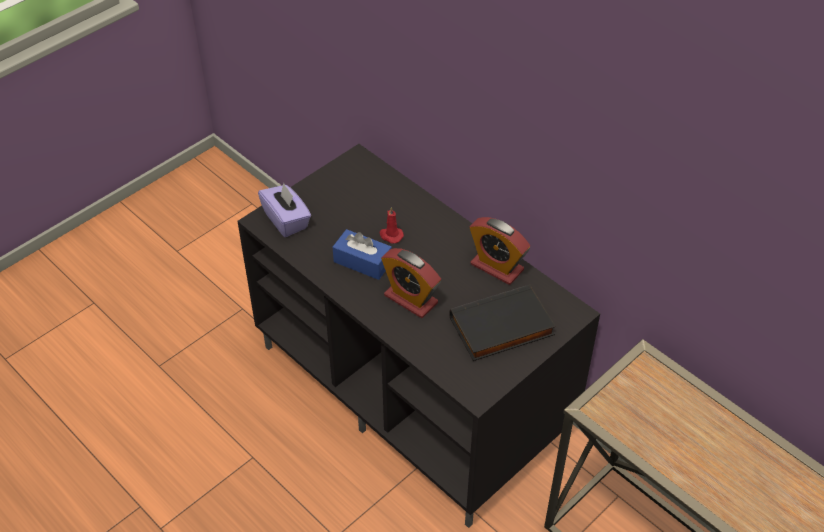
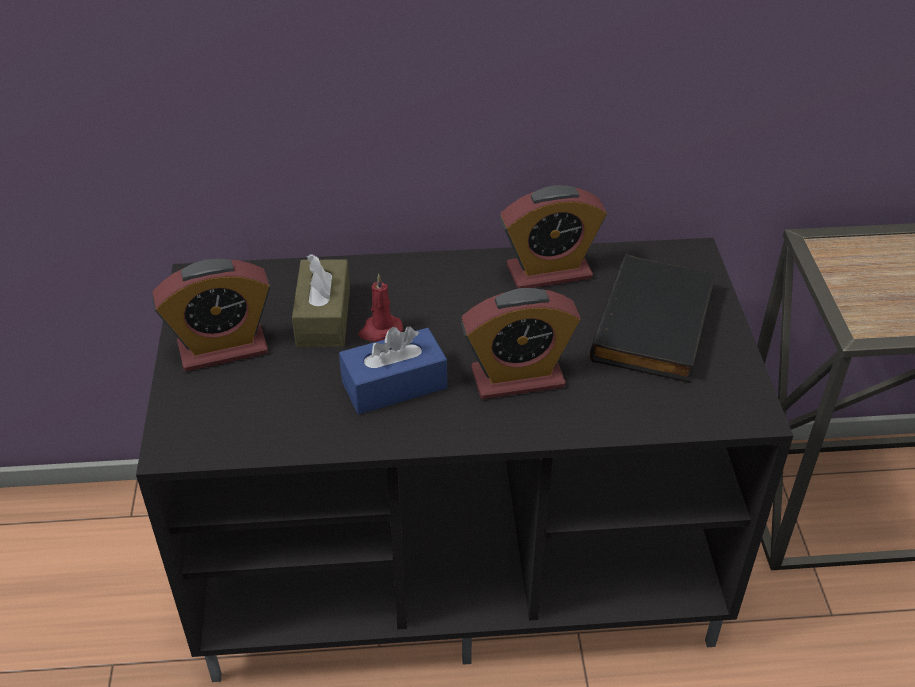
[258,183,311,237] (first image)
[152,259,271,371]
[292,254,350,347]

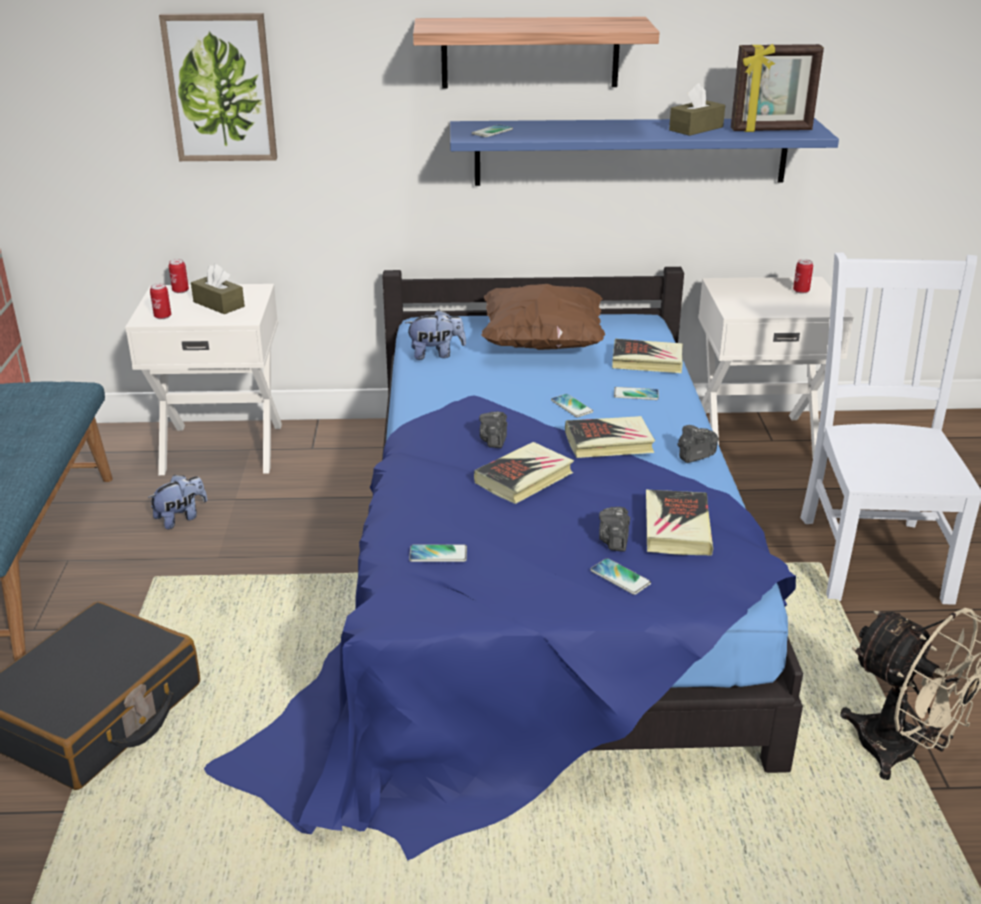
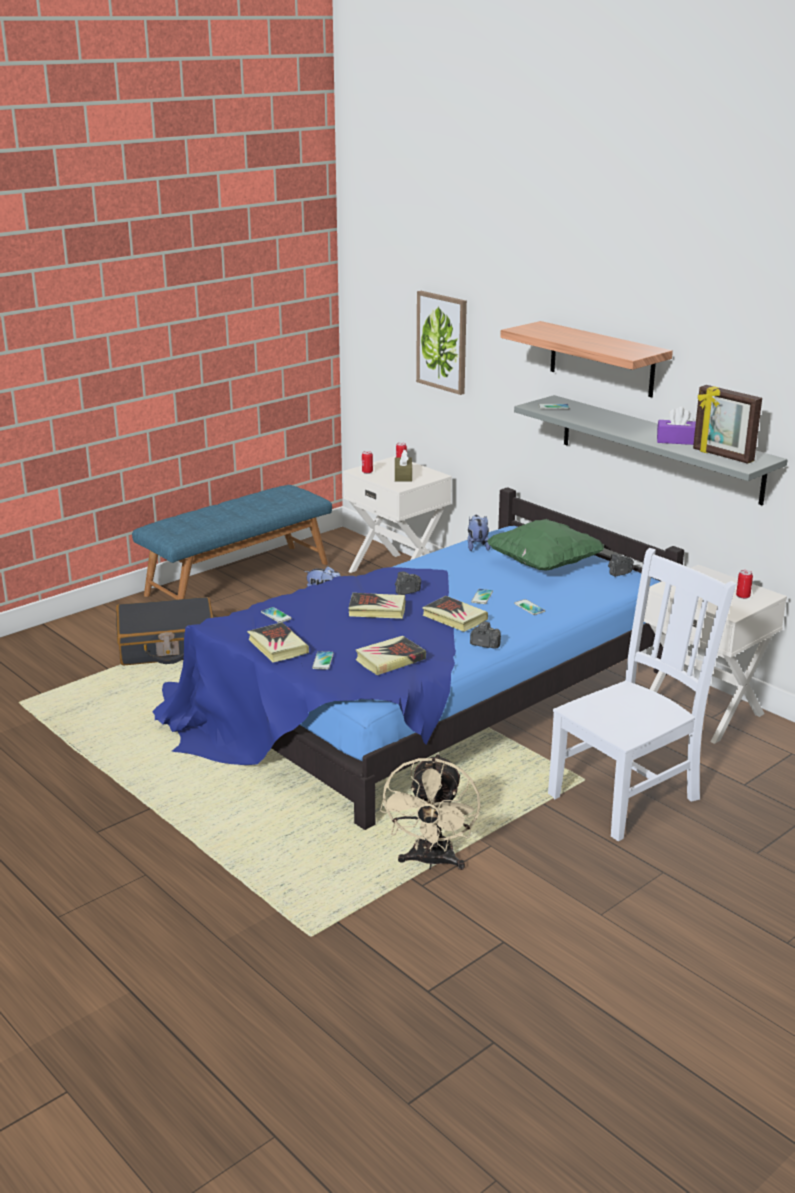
[608,554,634,577]
[247,622,309,662]
[514,395,788,505]
[487,519,605,570]
[657,407,696,445]
[467,515,490,551]

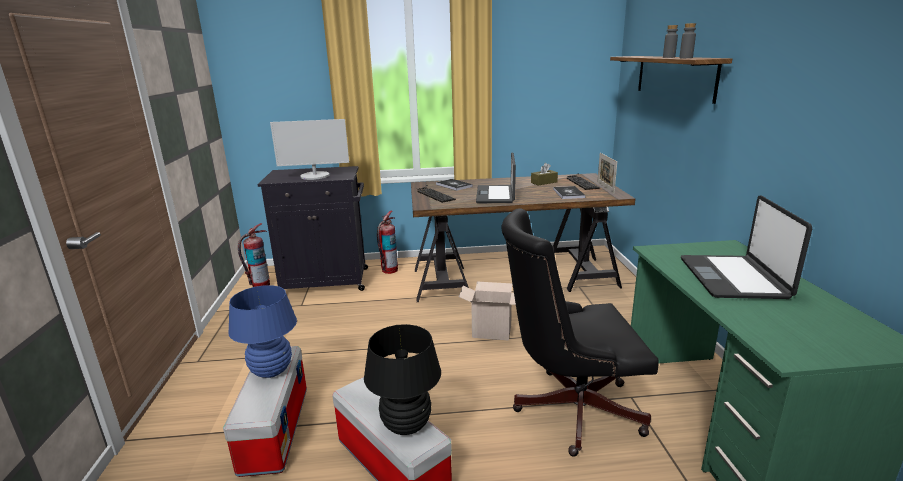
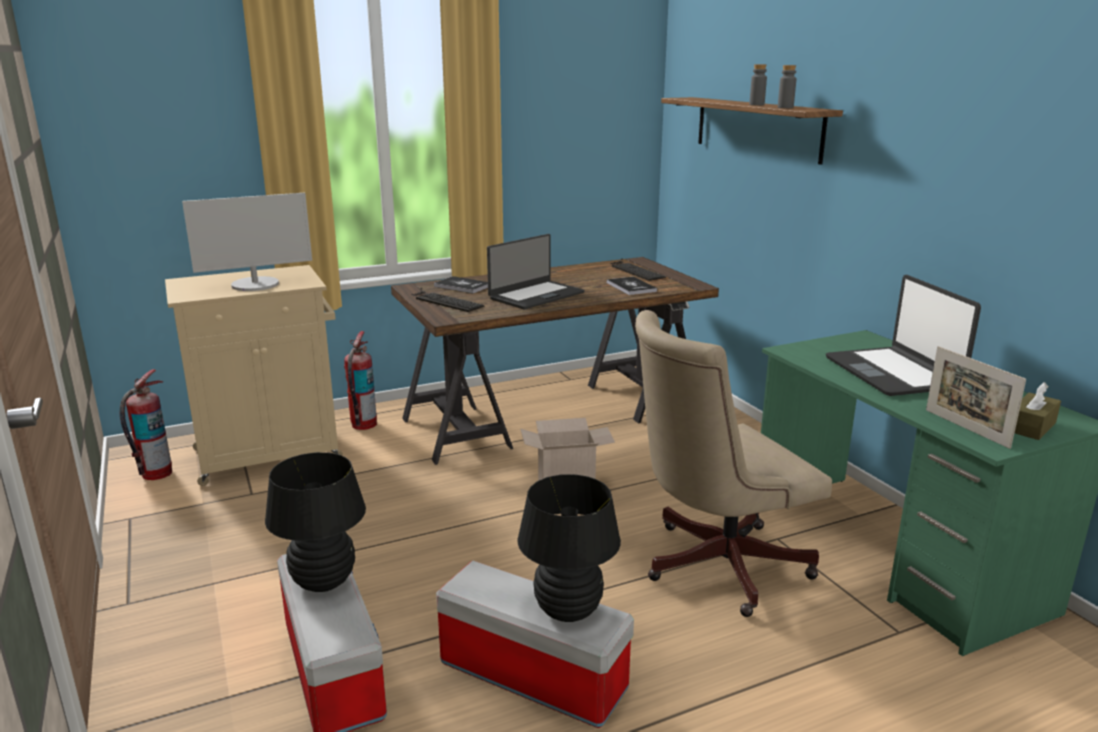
[1015,382,1061,440]
[926,346,1026,449]
[265,452,366,592]
[165,265,343,486]
[635,310,832,617]
[487,234,585,310]

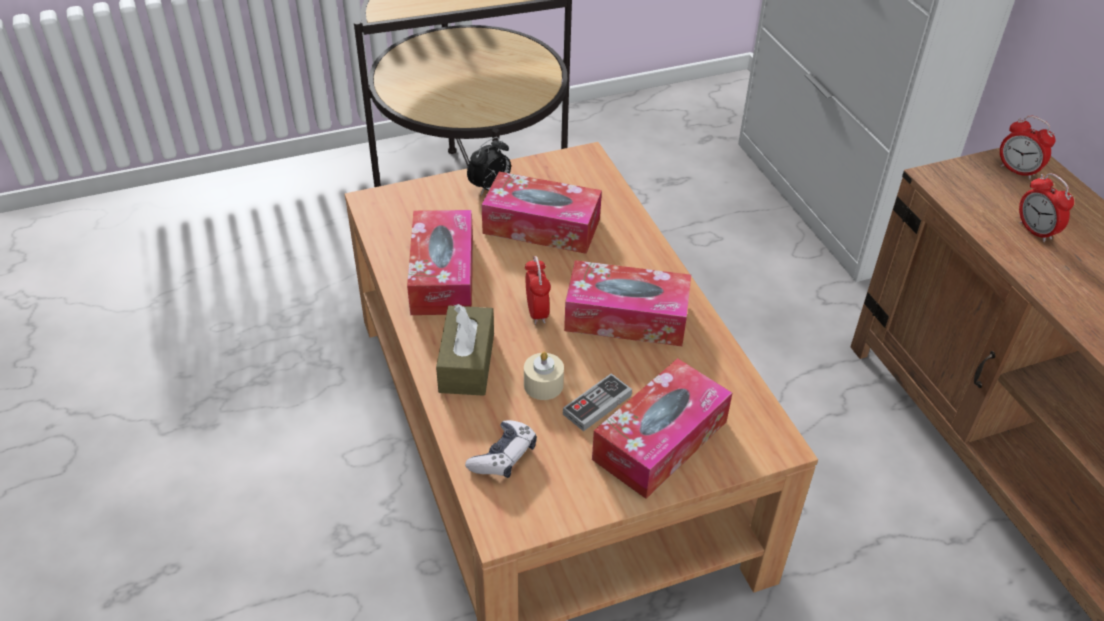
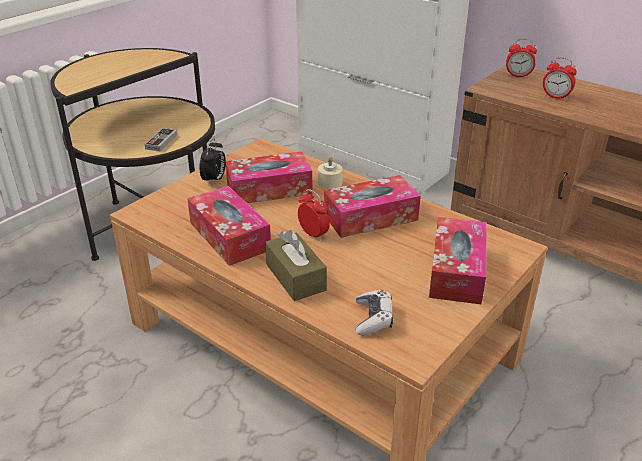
[318,156,343,189]
[144,128,177,151]

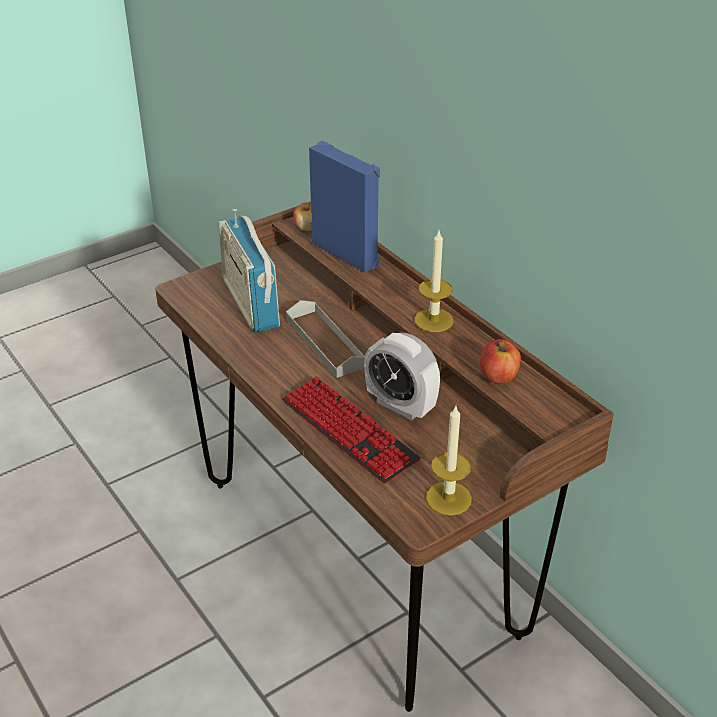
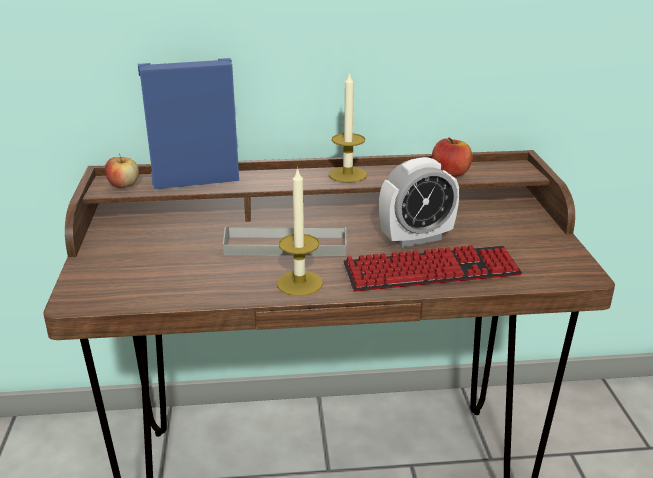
[218,209,280,333] (first image)
[277,167,323,296]

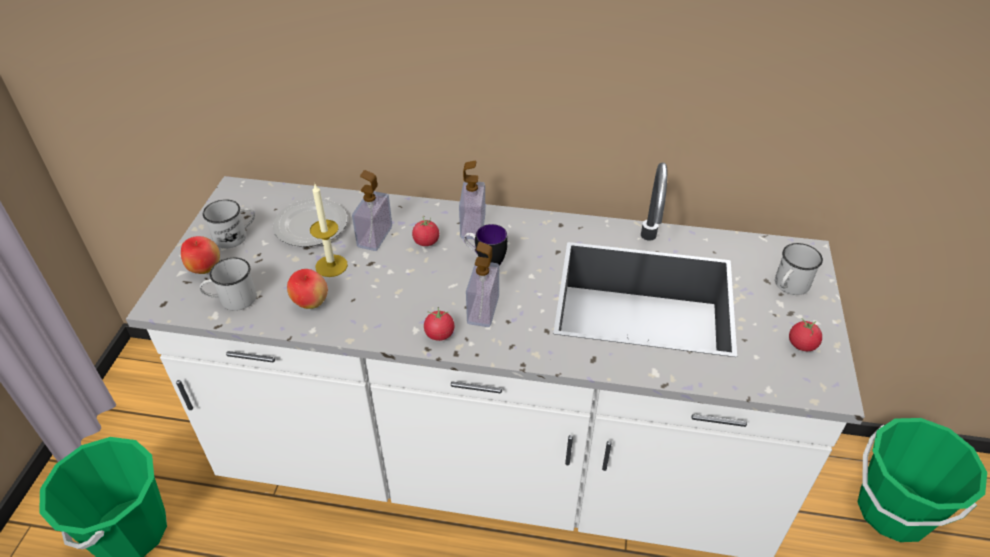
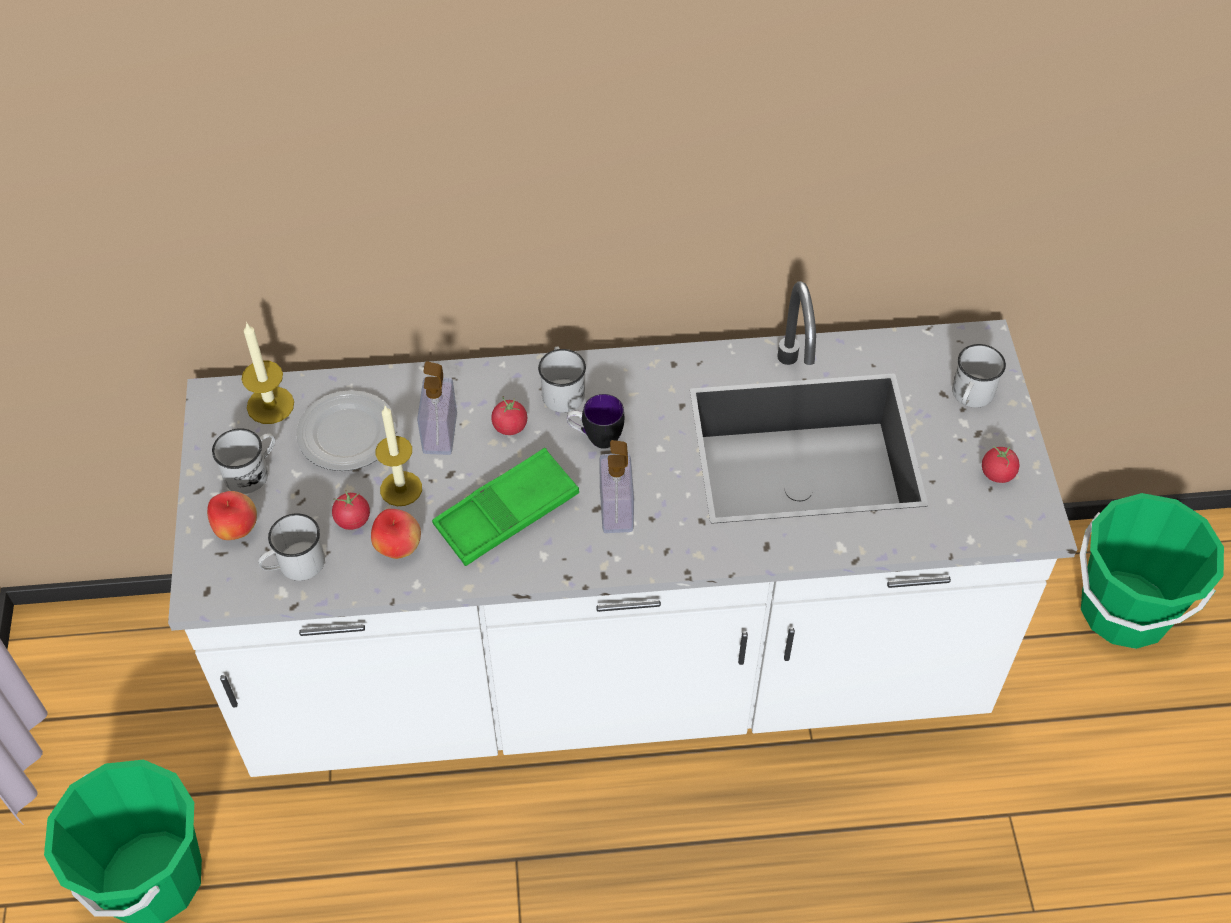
[241,322,294,424]
[432,448,579,566]
[332,490,370,530]
[538,347,586,413]

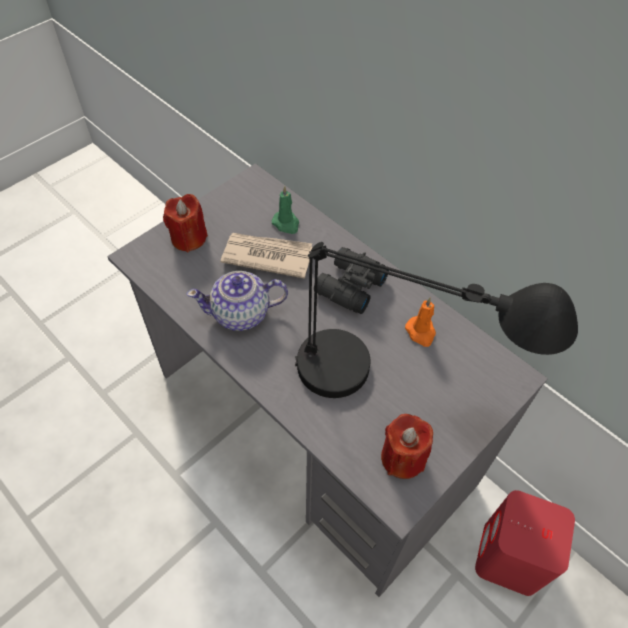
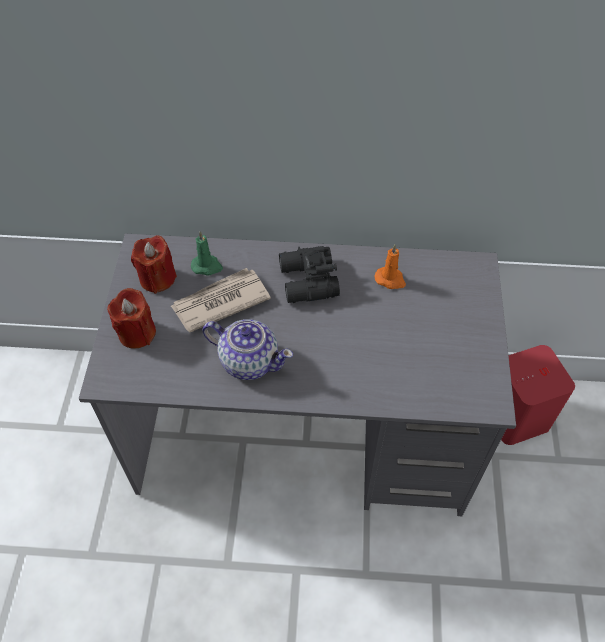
[295,242,578,398] (first image)
[131,236,177,294]
[203,319,293,380]

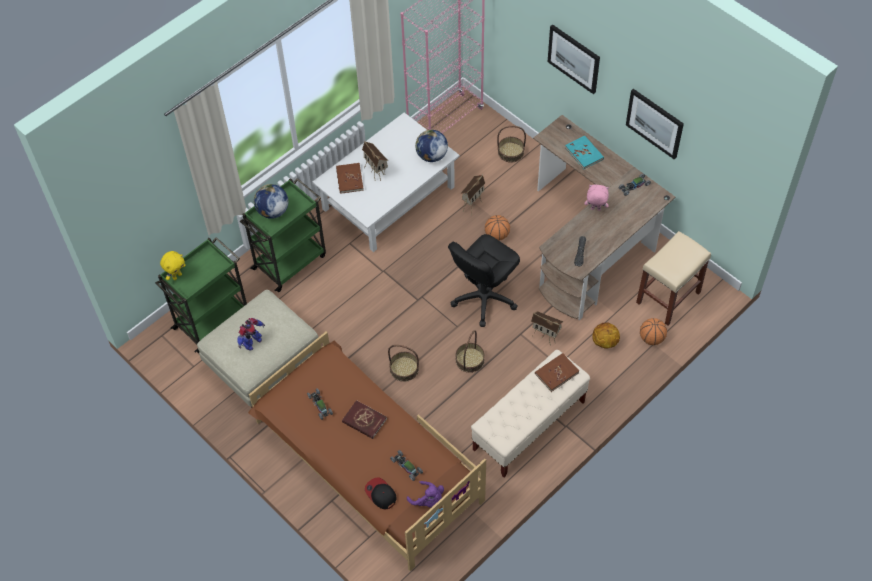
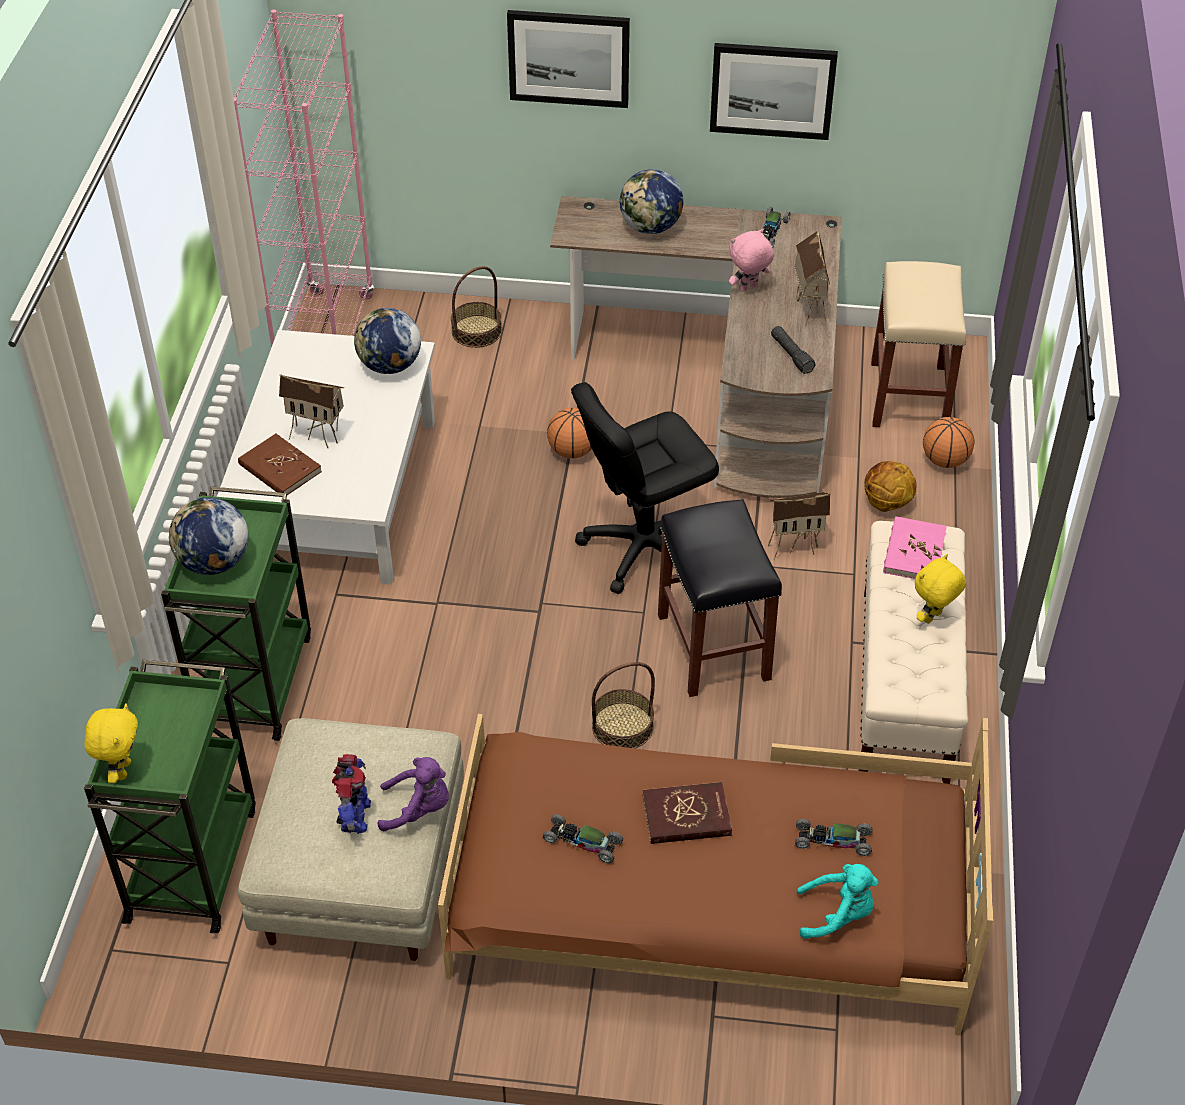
[914,554,966,624]
[377,757,449,831]
[795,230,830,326]
[797,864,879,939]
[658,499,782,697]
[620,169,684,234]
[883,516,947,579]
[571,382,719,594]

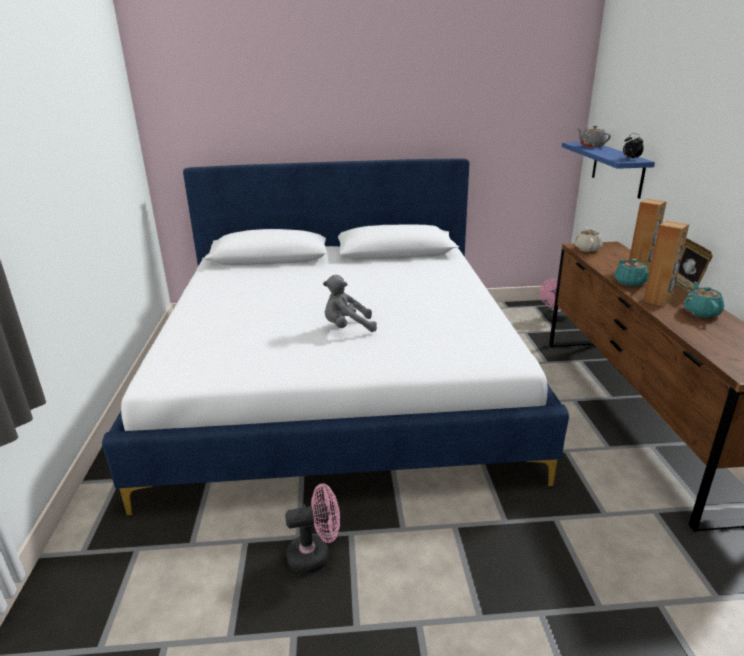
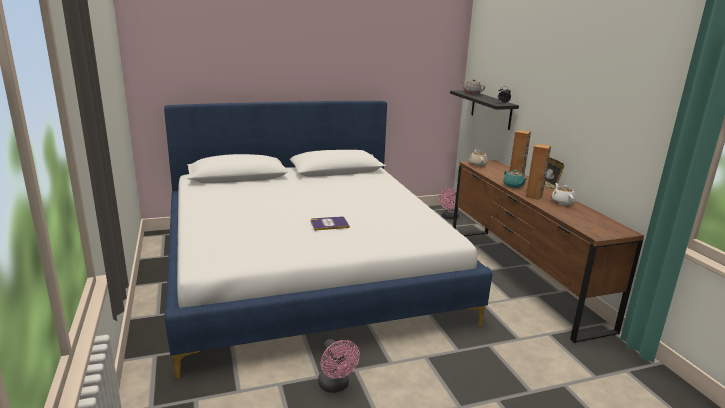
[311,216,350,231]
[450,90,519,130]
[551,183,576,205]
[318,339,360,393]

